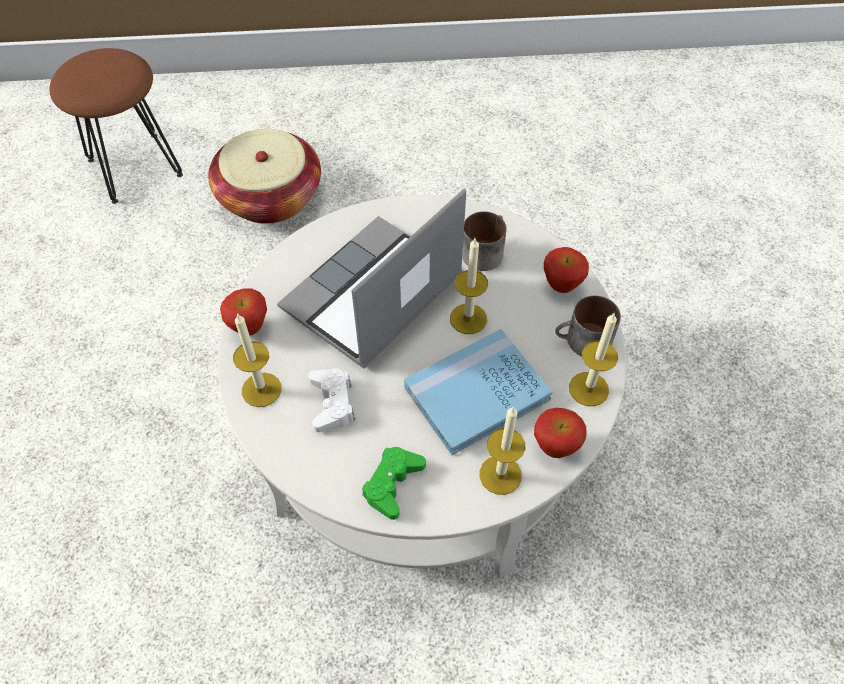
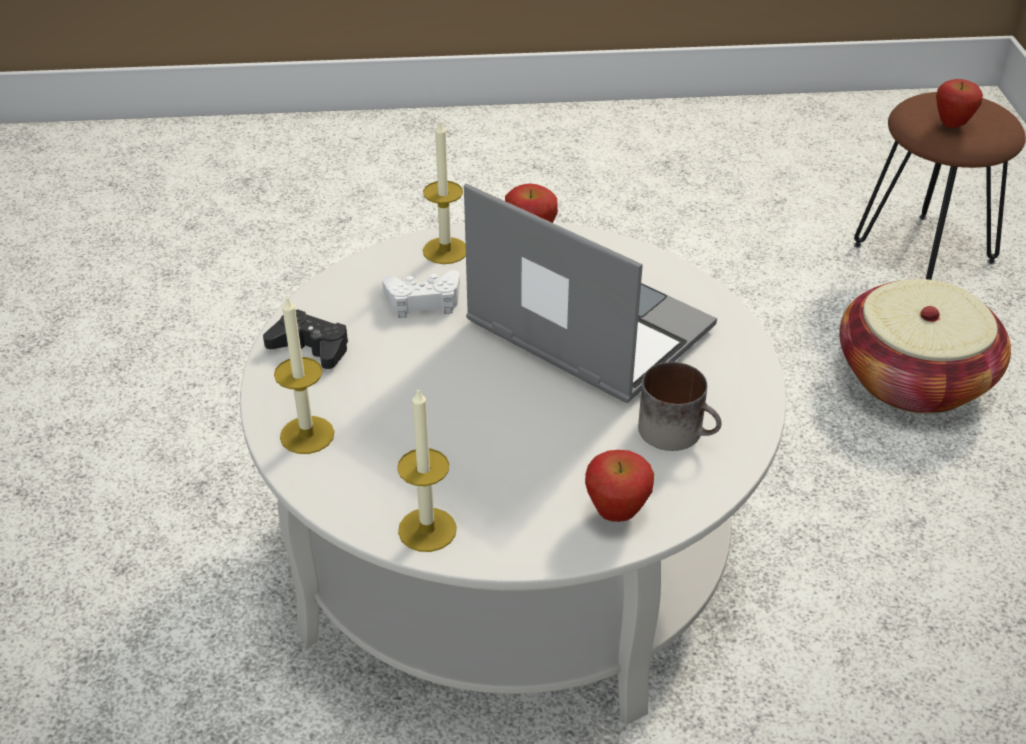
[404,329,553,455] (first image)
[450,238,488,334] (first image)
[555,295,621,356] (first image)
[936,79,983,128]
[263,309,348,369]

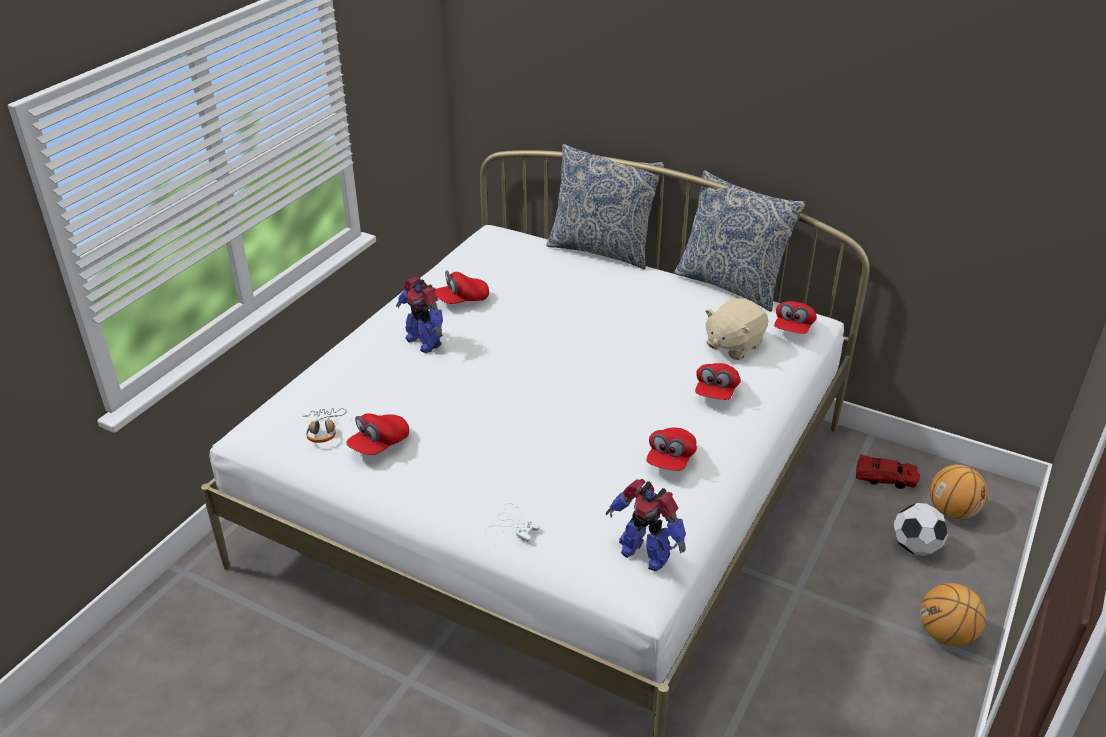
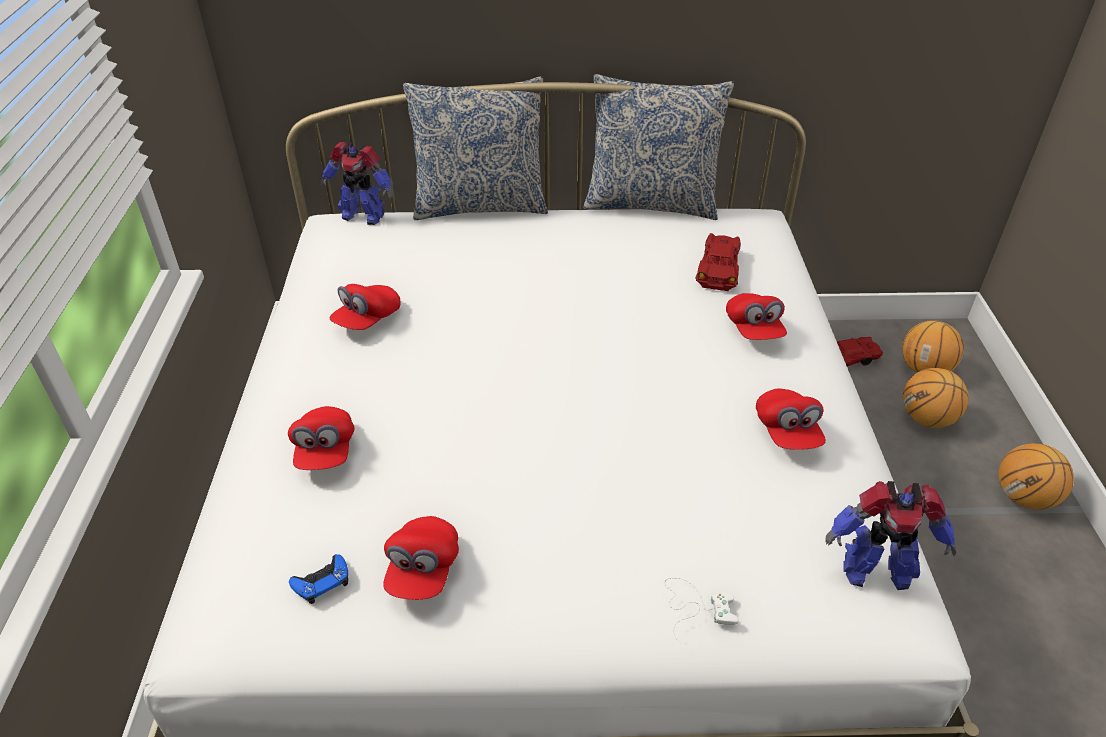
[321,142,394,225]
[288,406,355,470]
[289,554,348,604]
[695,233,741,291]
[903,368,969,428]

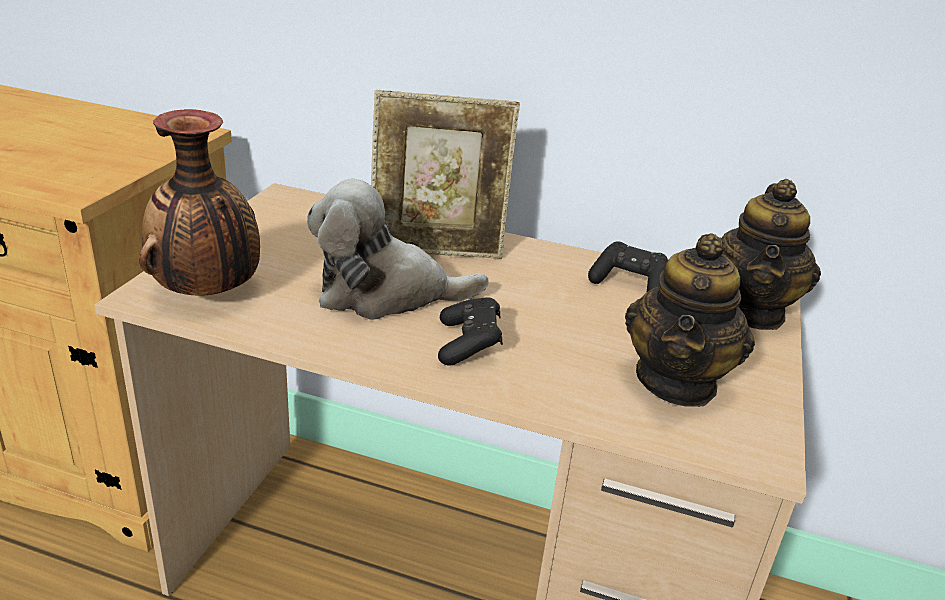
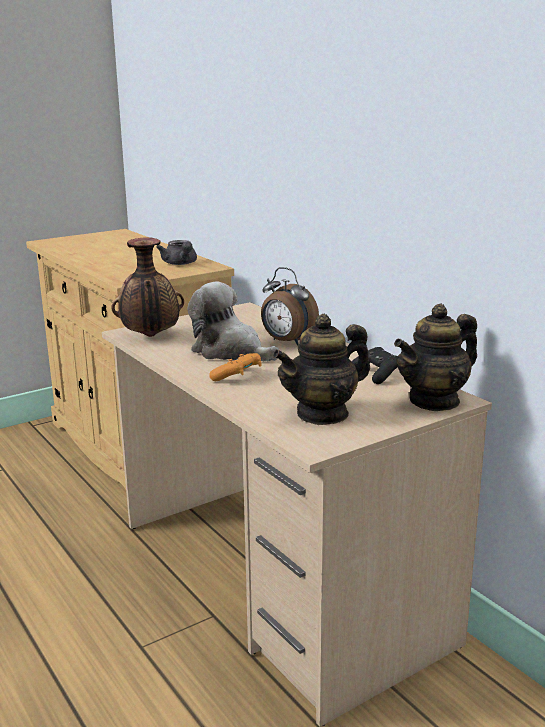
[156,240,197,265]
[261,267,319,345]
[209,353,261,381]

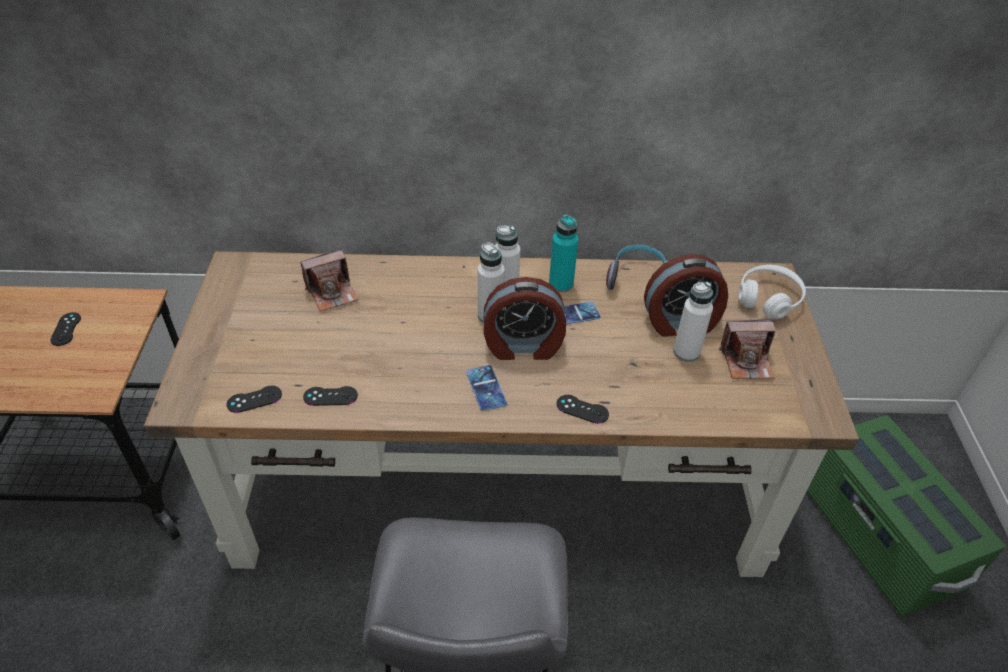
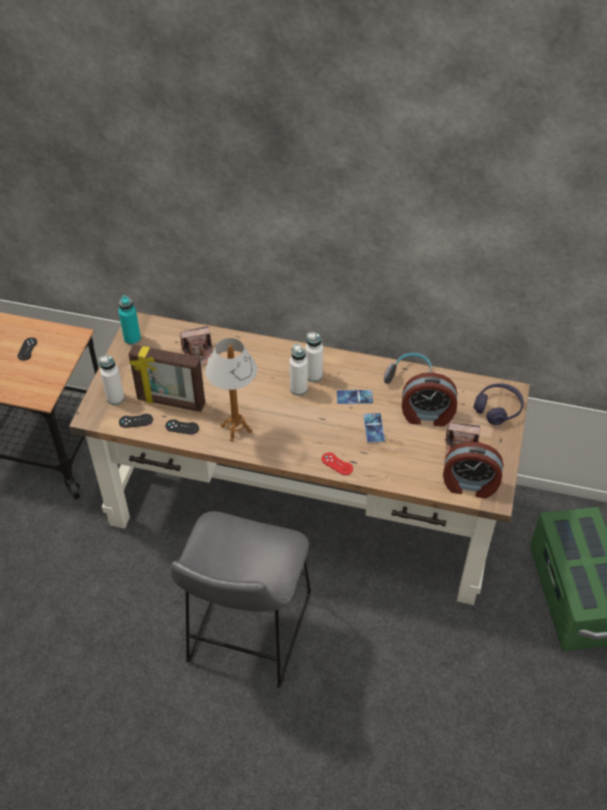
[128,345,205,412]
[205,338,257,442]
[363,413,385,443]
[443,442,503,499]
[118,295,141,345]
[99,355,124,405]
[322,453,353,475]
[474,383,524,425]

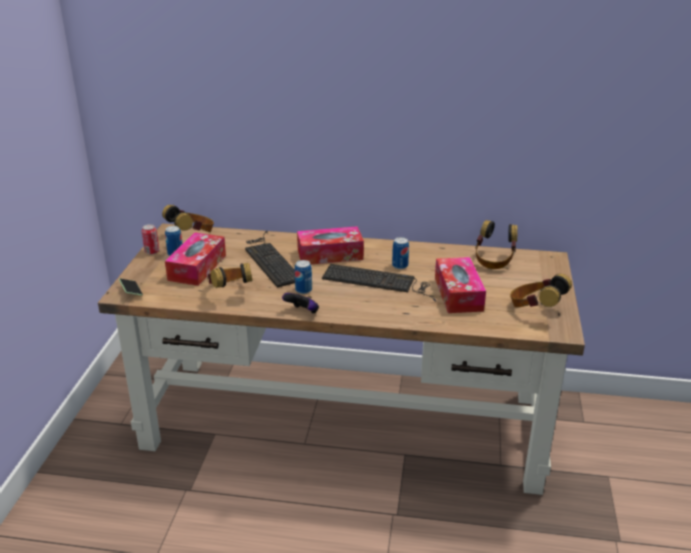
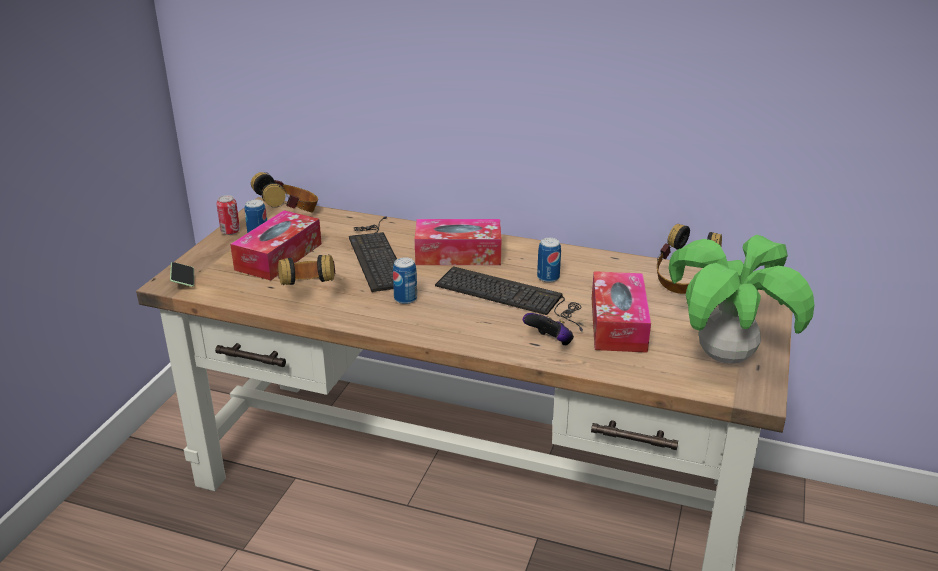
[523,313,574,346]
[668,235,814,364]

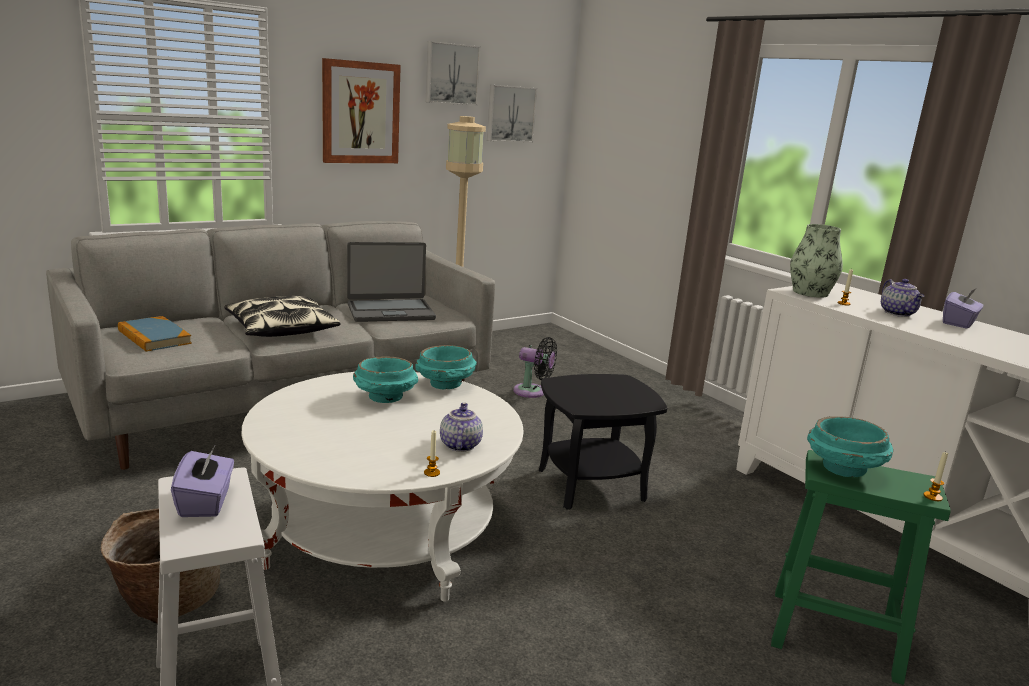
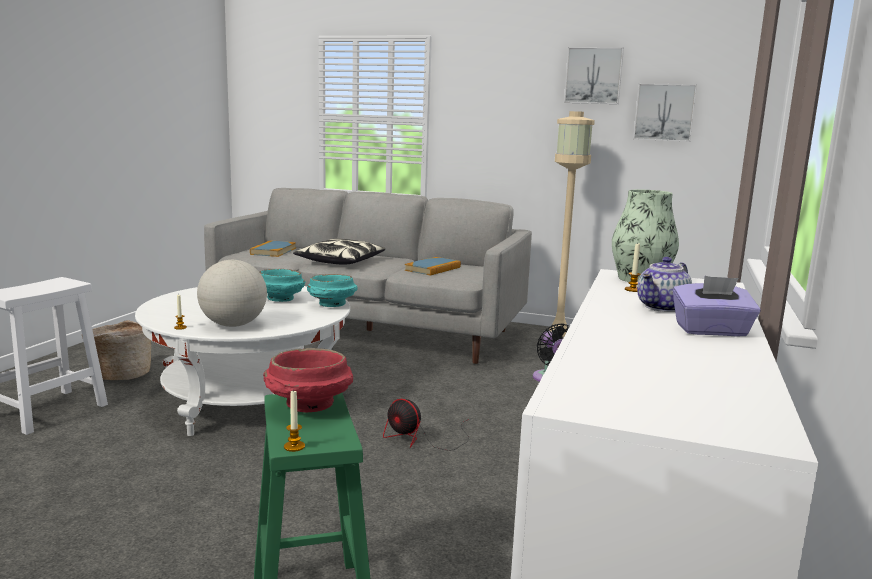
[171,444,234,517] (first image)
[322,58,401,163] (first image)
[405,257,461,276]
[197,260,267,327]
[383,399,469,451]
[263,348,353,412]

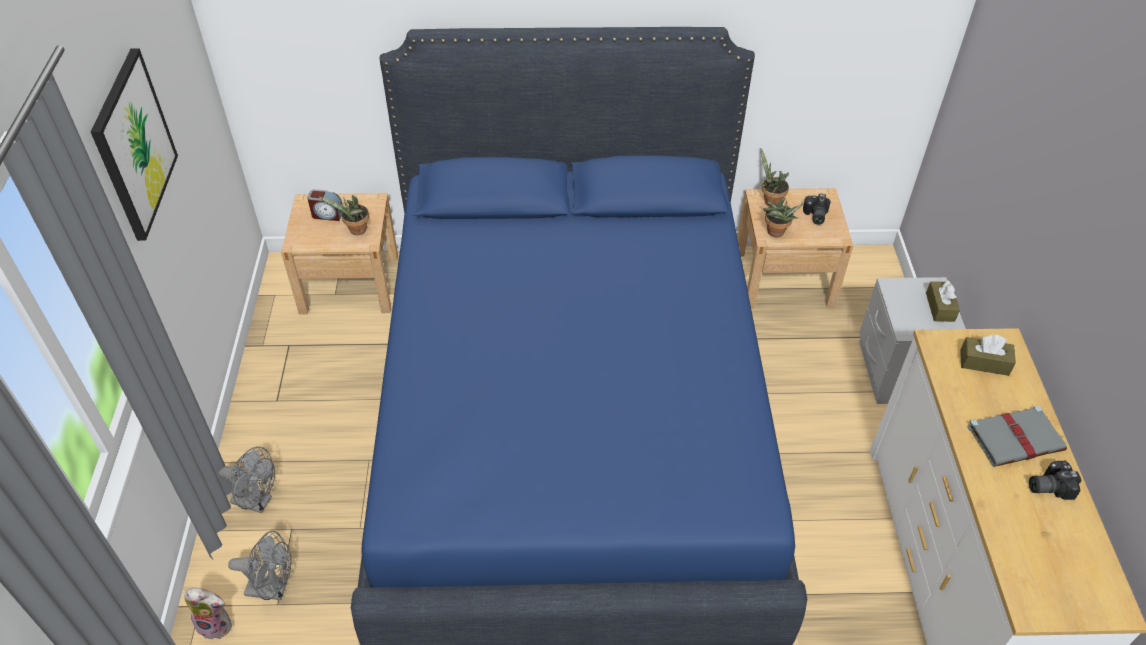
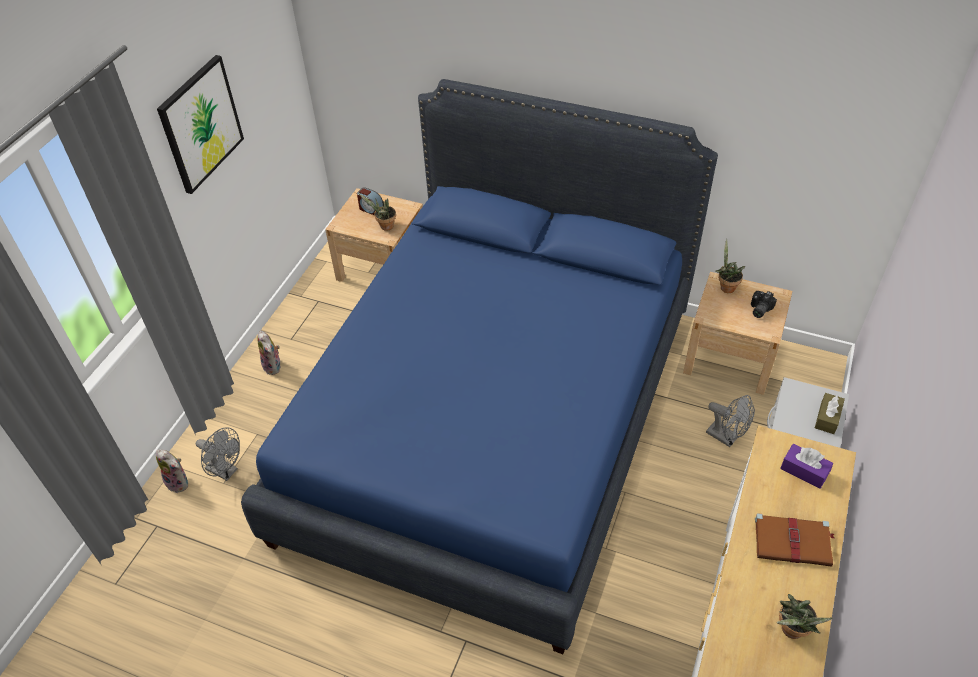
[1029,461,1082,500] (first image)
[258,331,281,375]
[706,395,755,447]
[777,594,833,639]
[780,444,833,489]
[755,513,834,567]

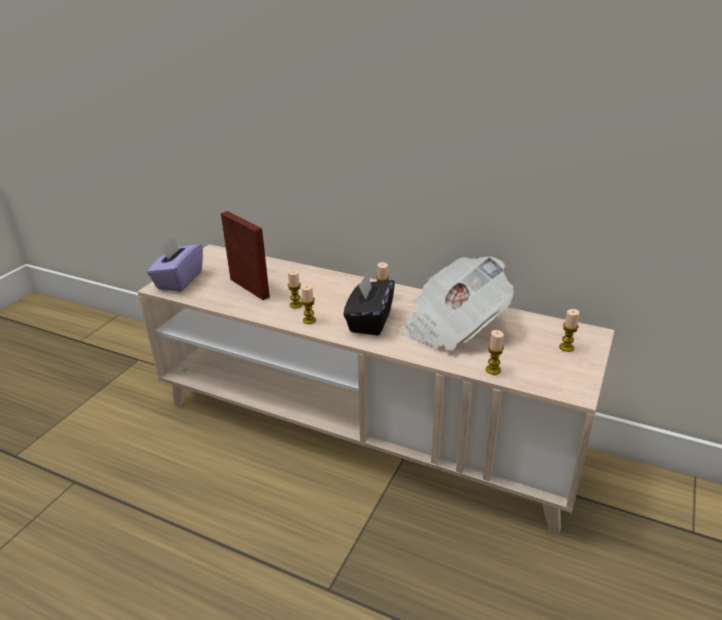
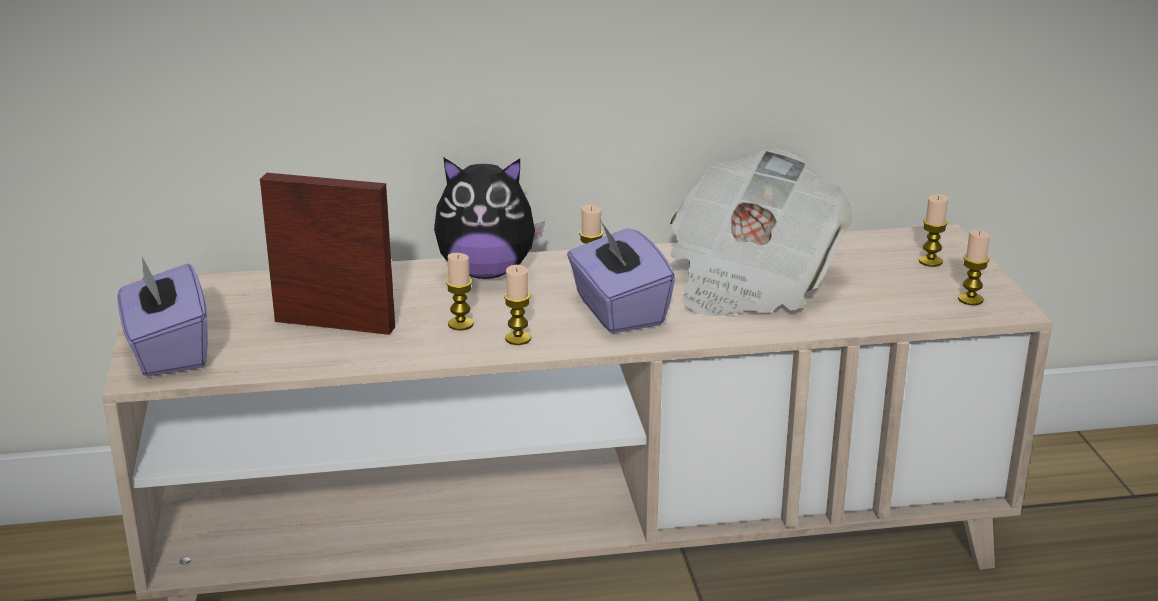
[434,158,545,279]
[958,230,990,305]
[567,221,675,333]

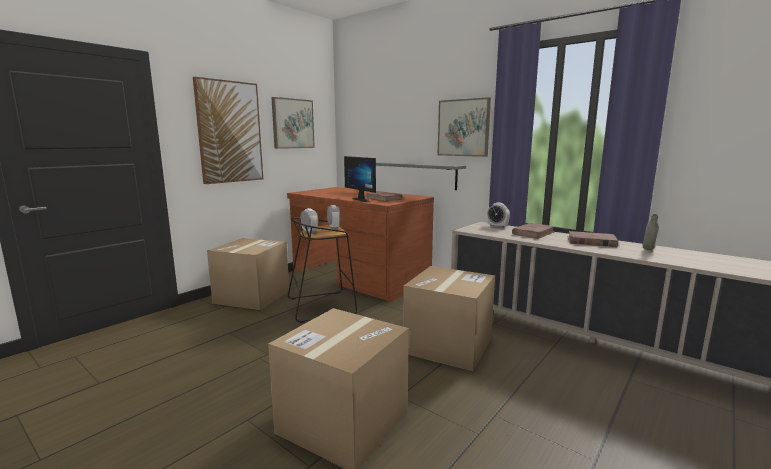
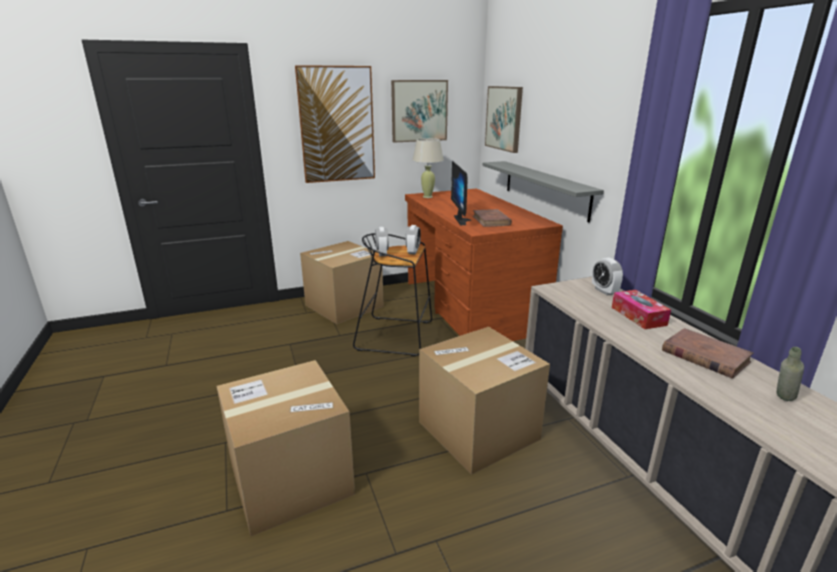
[413,138,444,198]
[485,86,523,153]
[612,290,671,329]

